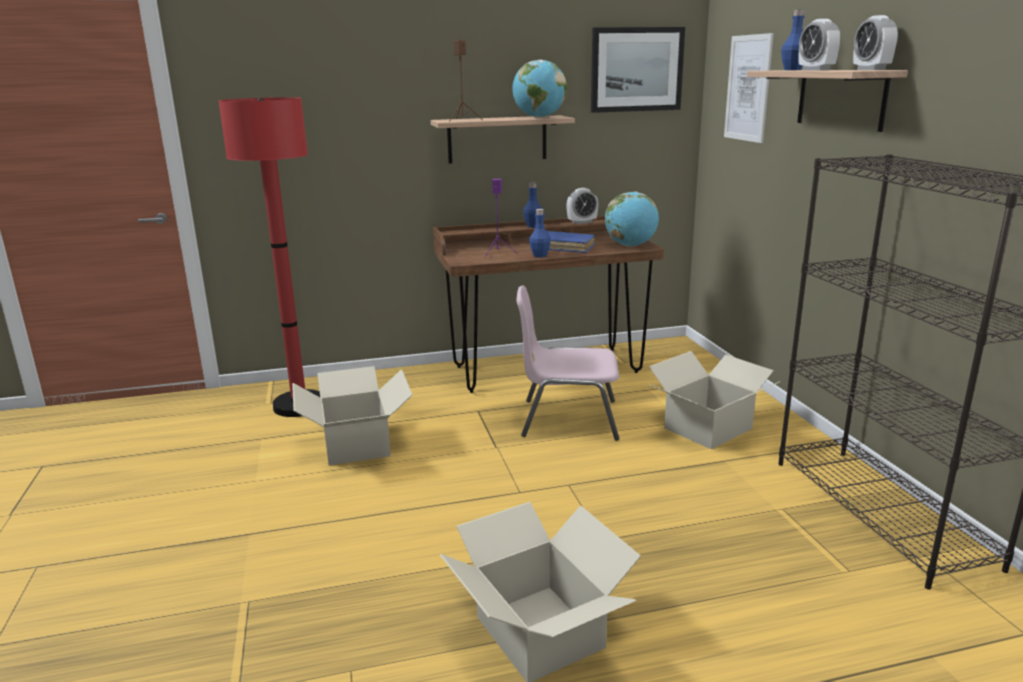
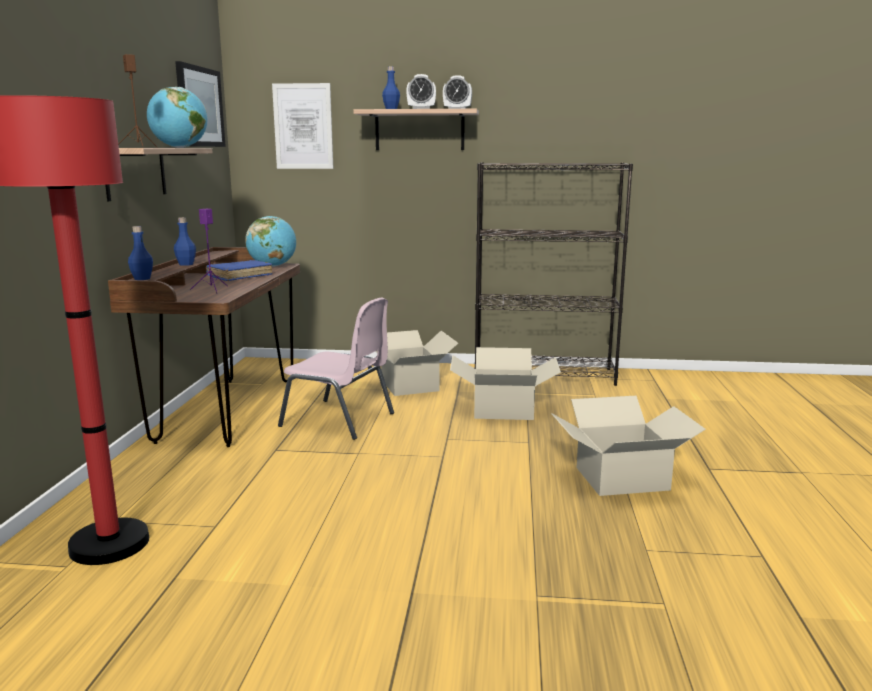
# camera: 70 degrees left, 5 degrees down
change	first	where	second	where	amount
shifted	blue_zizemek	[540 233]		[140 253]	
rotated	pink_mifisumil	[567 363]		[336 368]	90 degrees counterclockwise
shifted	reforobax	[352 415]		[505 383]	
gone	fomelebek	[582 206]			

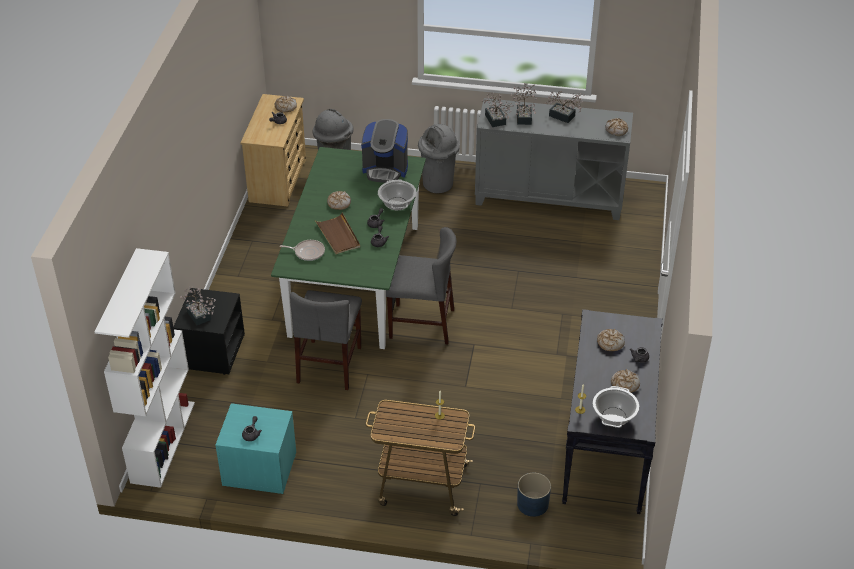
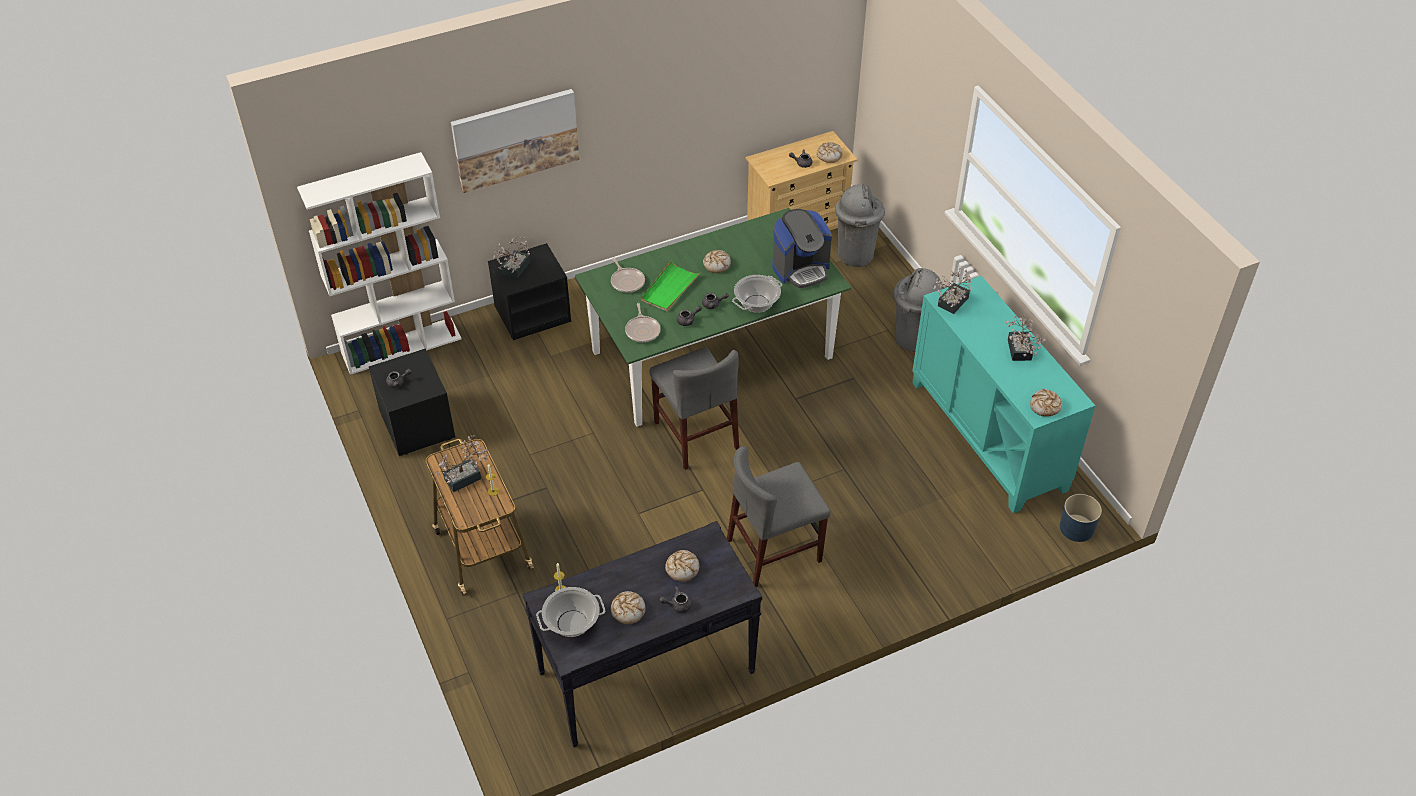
# camera: 55 degrees right, 5 degrees up
change	first	where	second	where	amount
repainted	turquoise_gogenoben	[255 448]	black_gogenoben	[412 402]	
shifted	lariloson	[524 104]		[462 463]	
new			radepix	[515 141]	
new			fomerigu	[643 323]	
repainted	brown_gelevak	[337 233]	green_gelevak	[671 286]	
shifted	grey_mifisumil	[326 340]		[779 516]	
rotated	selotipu	[384 151]		[802 248]	90 degrees counterclockwise
repainted	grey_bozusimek	[554 159]	turquoise_bozusimek	[1003 394]	
shifted	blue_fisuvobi	[534 495]		[1081 518]	

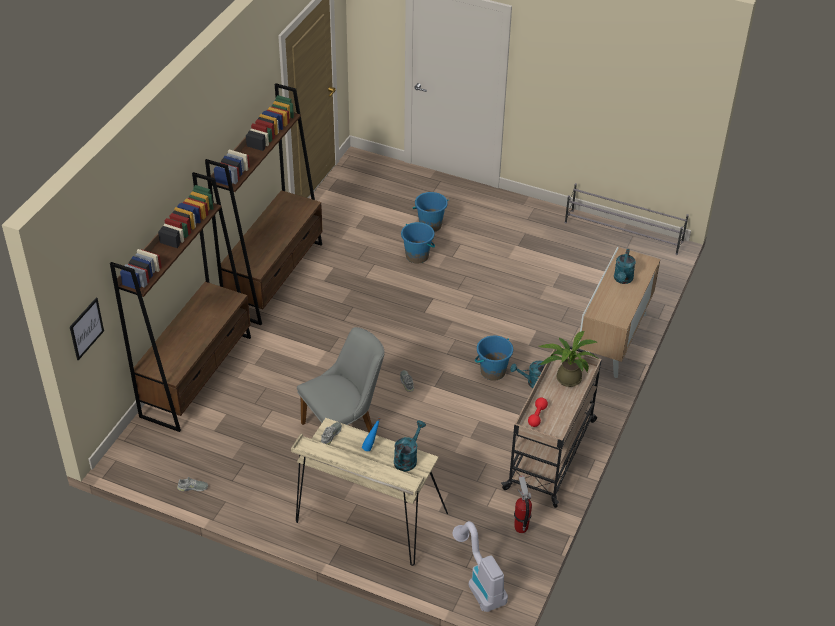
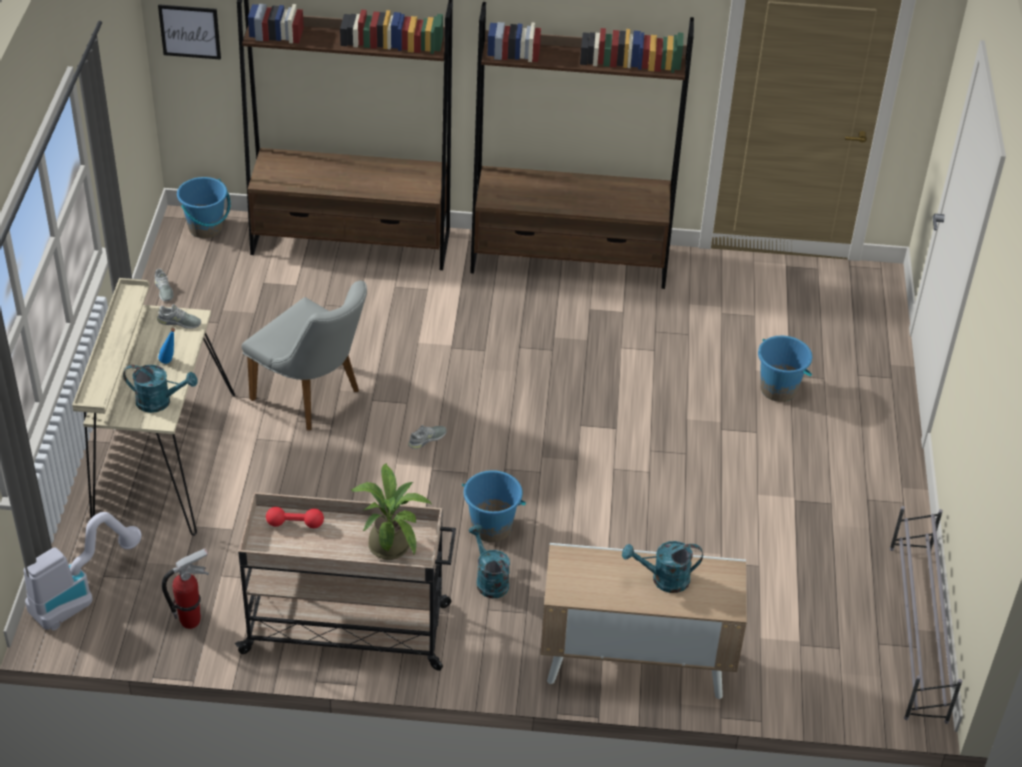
# camera: 70 degrees right, 0 degrees up
change	first	where	second	where	amount
shifted	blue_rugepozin	[418 243]		[204 207]	

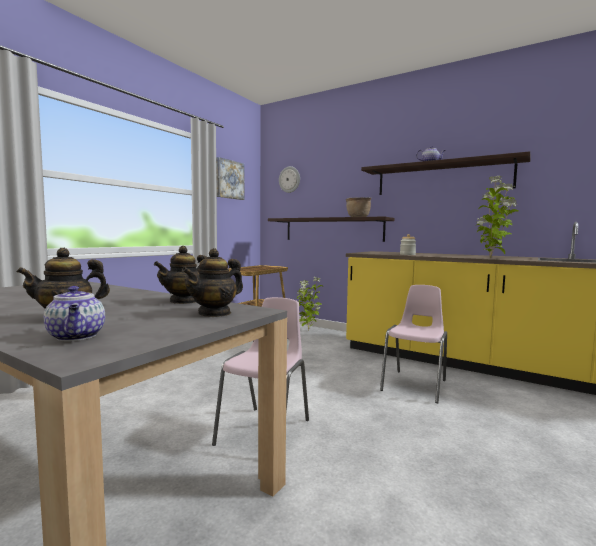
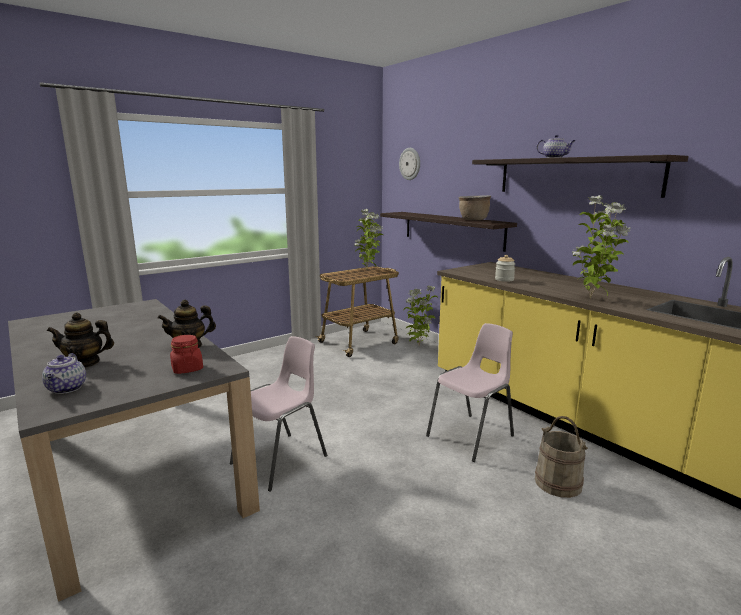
# camera: 20 degrees right, 10 degrees up
change	first	where	second	where	amount
swapped	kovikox	[212 282]	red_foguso	[186 354]	
new			lariloson	[368 240]	
new			beige_rugepozin	[561 457]	
gone	radepix	[230 178]			

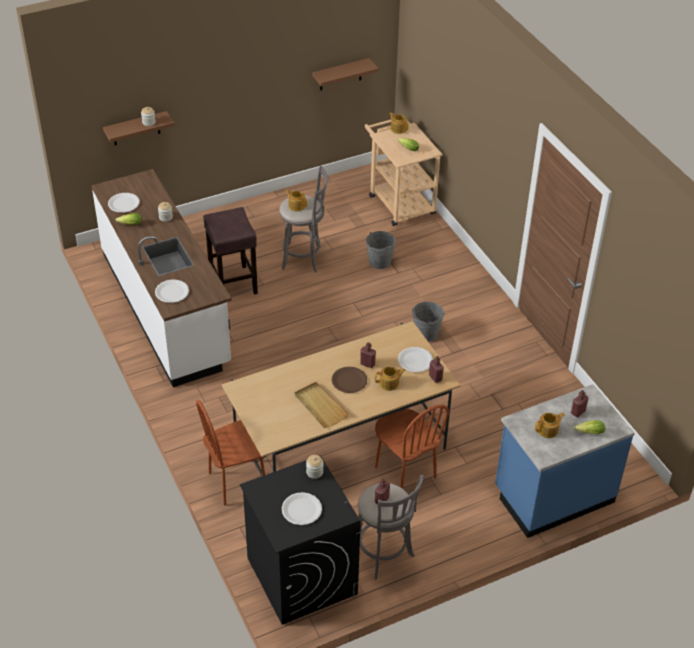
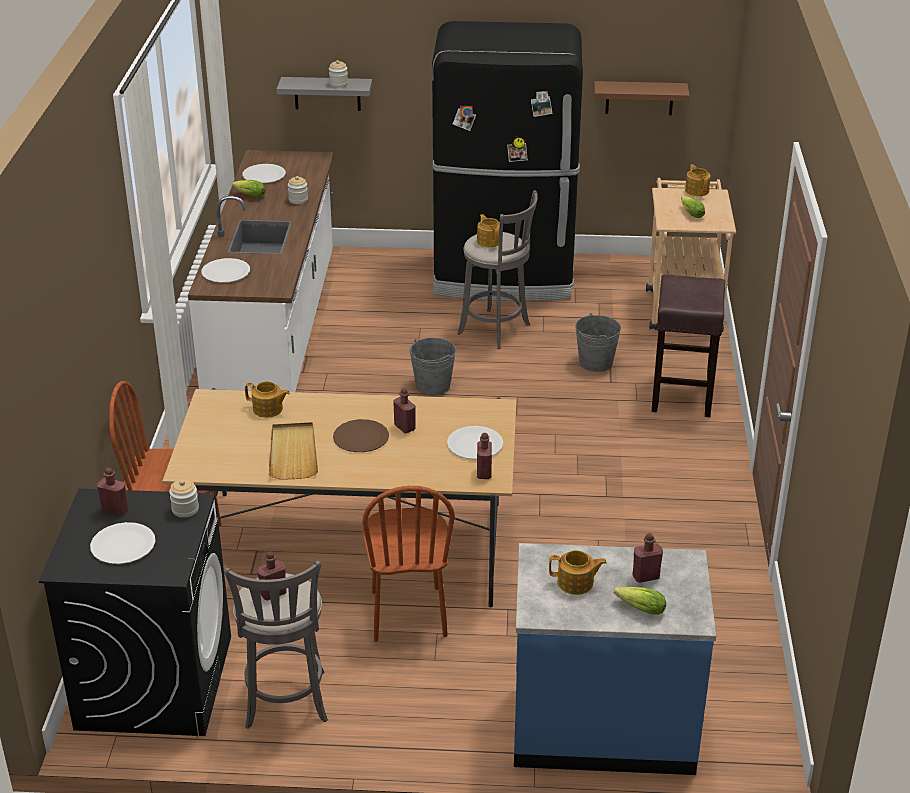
# camera: 30 degrees right, 10 degrees down
change	first	where	second	where	amount
new			red_zizemek	[112 492]	
shifted	kovikox	[390 378]		[267 399]	
repainted	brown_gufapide	[139 128]	grey_gufapide	[324 94]	
shifted	grey_rugepozin	[428 322]		[432 367]	
new			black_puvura	[507 161]	
shifted	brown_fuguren	[230 251]		[688 345]	

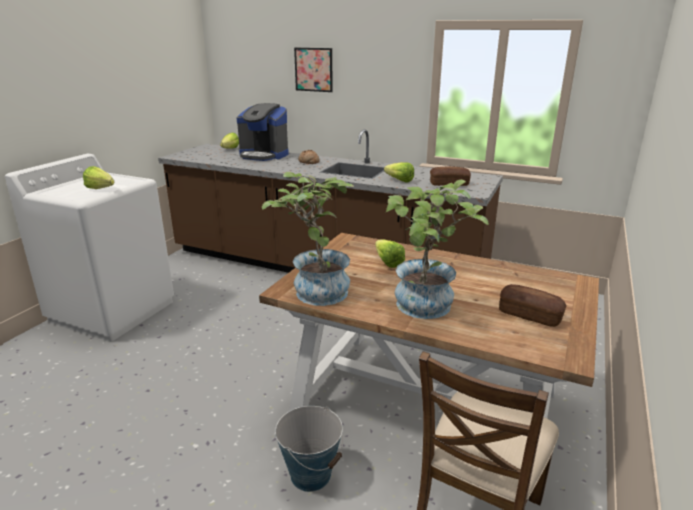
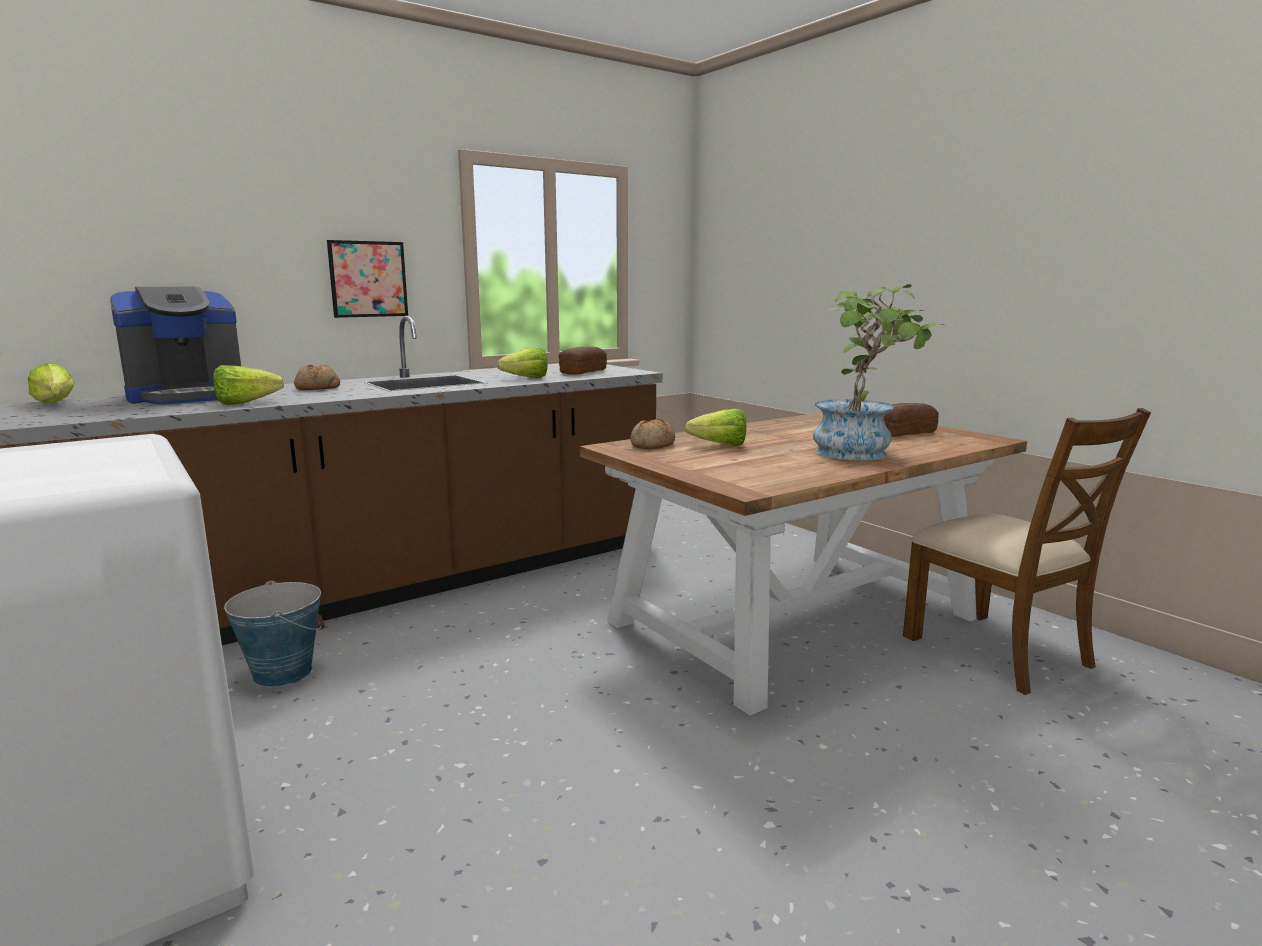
# camera: 60 degrees left, 10 degrees down
change	first	where	second	where	amount
shifted	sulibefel	[98 177]		[248 385]	
shifted	rugepozin	[309 449]		[274 634]	
shifted	radepix	[313 70]		[367 279]	
new			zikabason	[652 434]	
gone	lariloson	[308 239]			

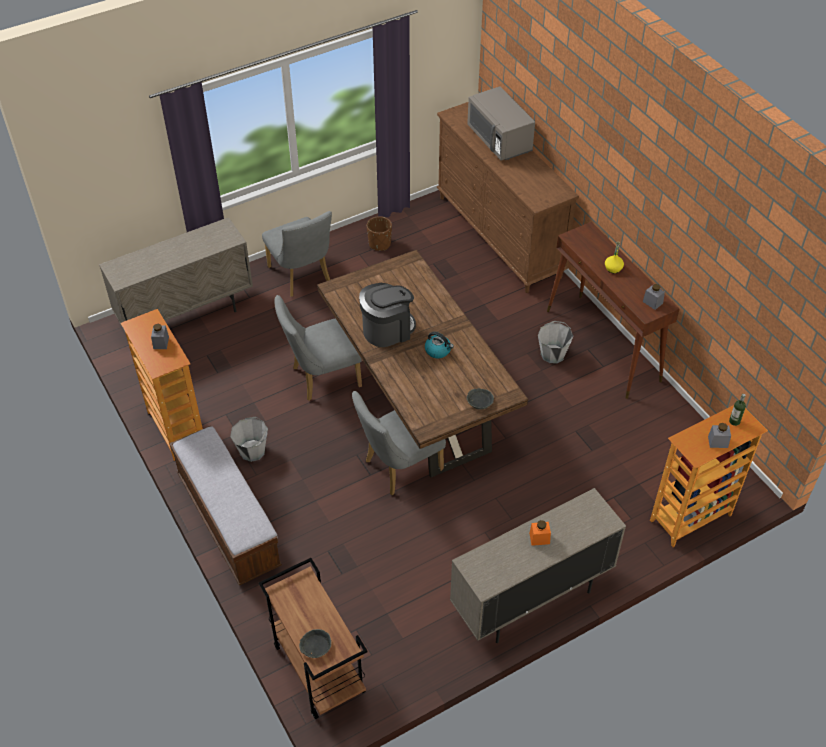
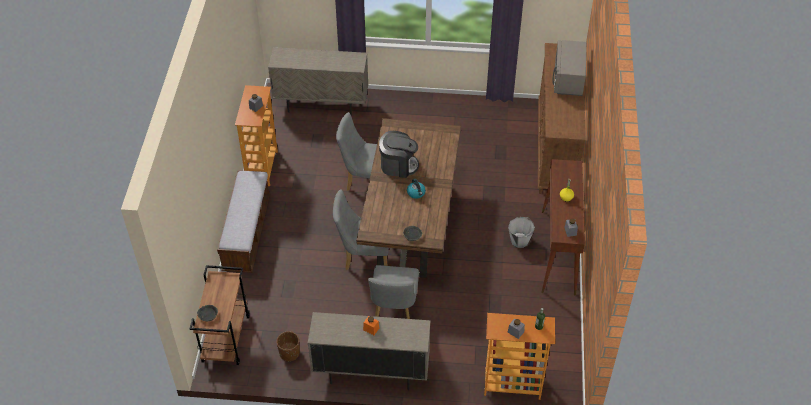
# camera: 35 degrees right, 0 degrees up
change	first	where	second	where	amount
shifted	brown_fisuvobi	[379 233]		[288 346]	
shifted	grey_mifisumil	[297 254]		[393 292]	
gone	grey_rugepozin	[249 439]			

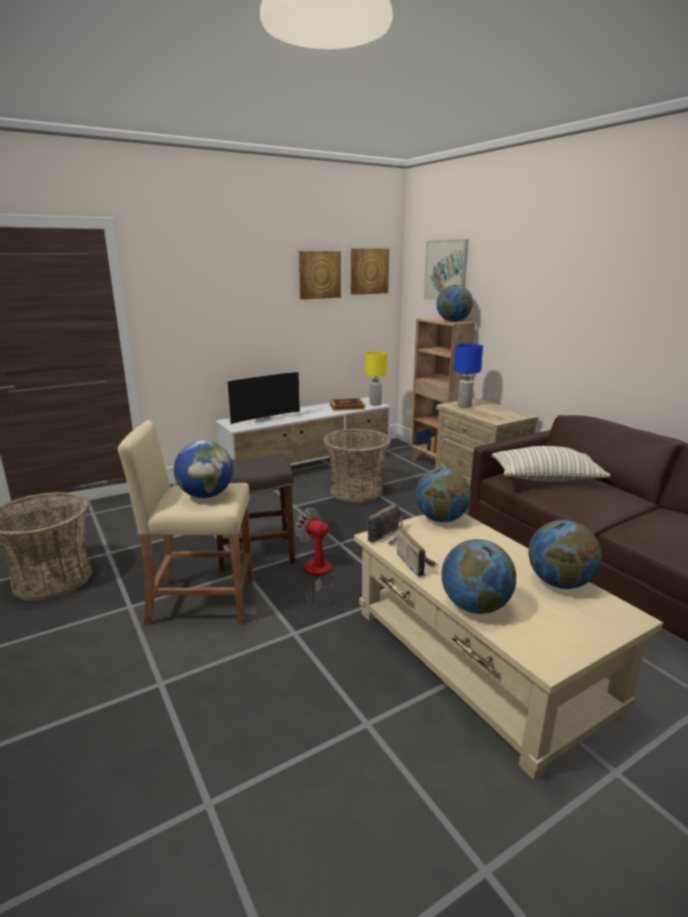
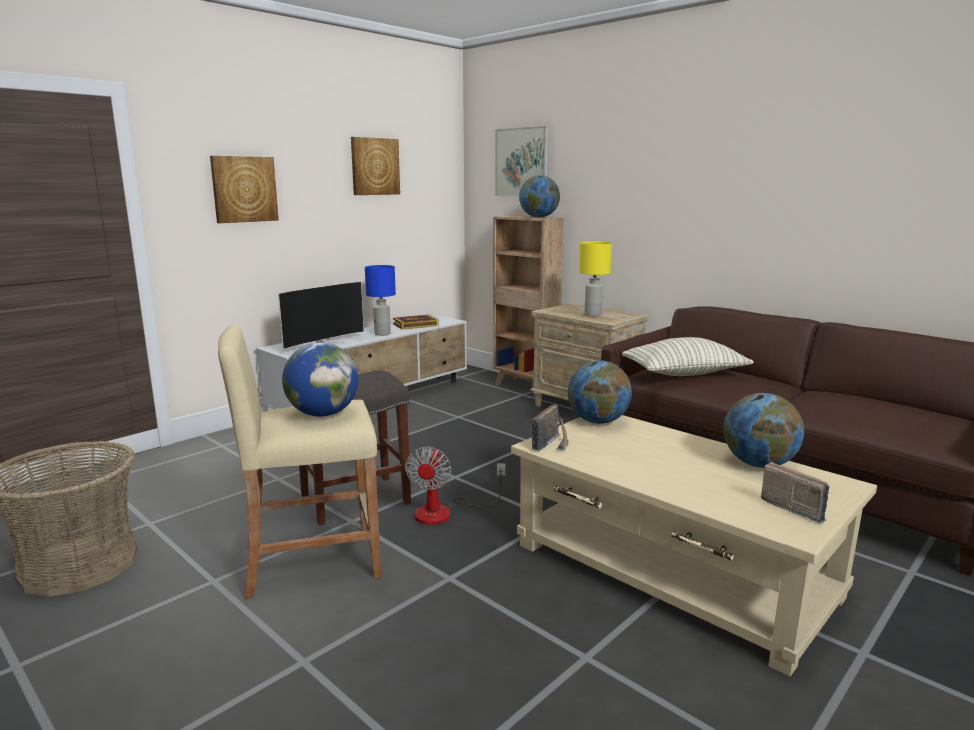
# camera: 15 degrees left, 5 degrees down
change	first	where	second	where	amount
shifted	radepix	[370 271]		[244 189]	
shifted	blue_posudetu	[468 375]		[380 300]	
rotated	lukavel	[314 555]		[455 485]	105 degrees counterclockwise
shifted	yellow_posudetu	[376 378]		[595 279]	
shifted	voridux	[417 552]		[795 492]	
gone	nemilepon	[357 465]			
gone	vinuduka	[478 576]			

